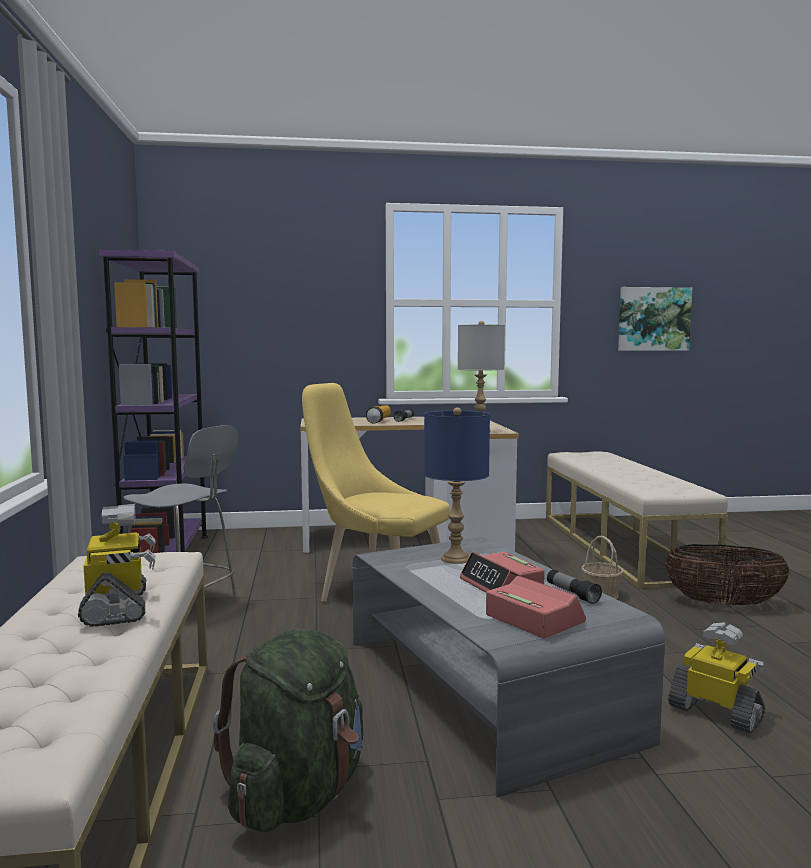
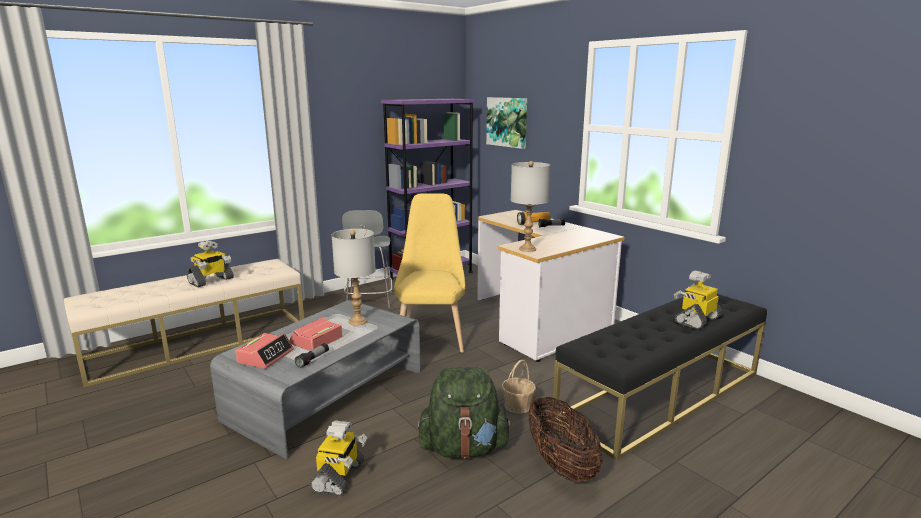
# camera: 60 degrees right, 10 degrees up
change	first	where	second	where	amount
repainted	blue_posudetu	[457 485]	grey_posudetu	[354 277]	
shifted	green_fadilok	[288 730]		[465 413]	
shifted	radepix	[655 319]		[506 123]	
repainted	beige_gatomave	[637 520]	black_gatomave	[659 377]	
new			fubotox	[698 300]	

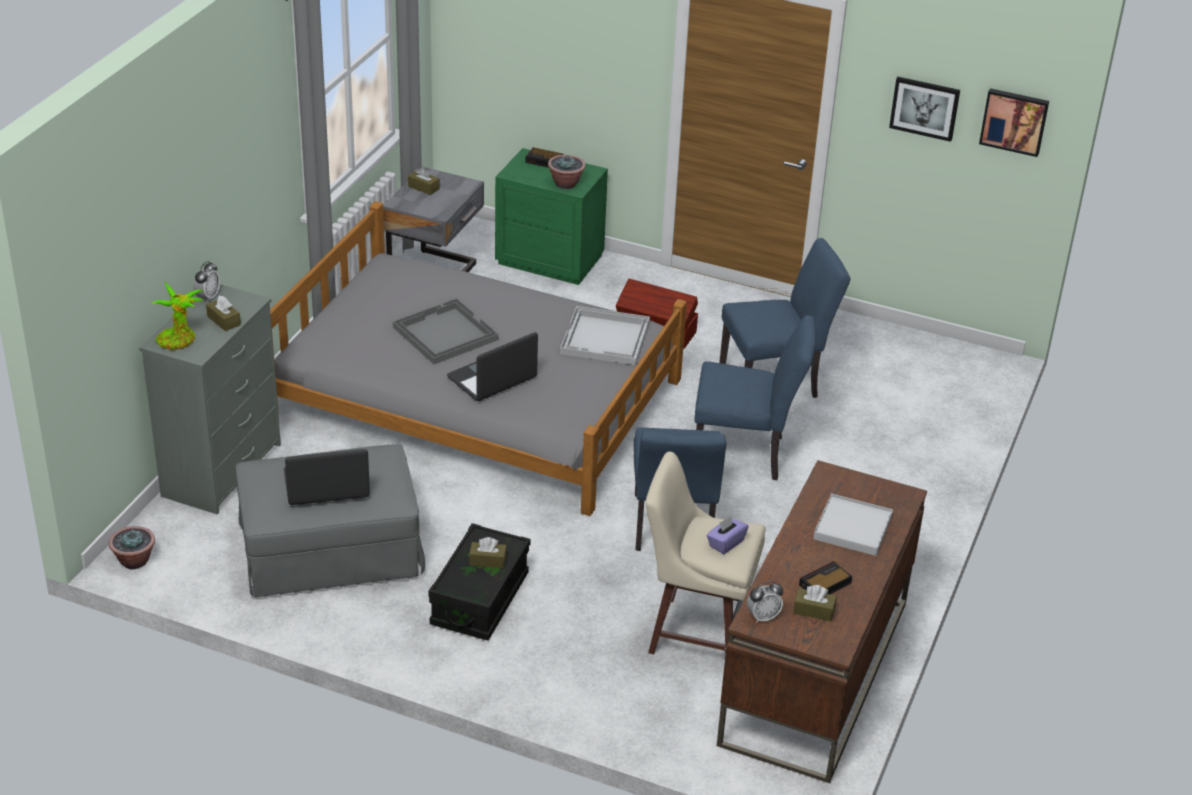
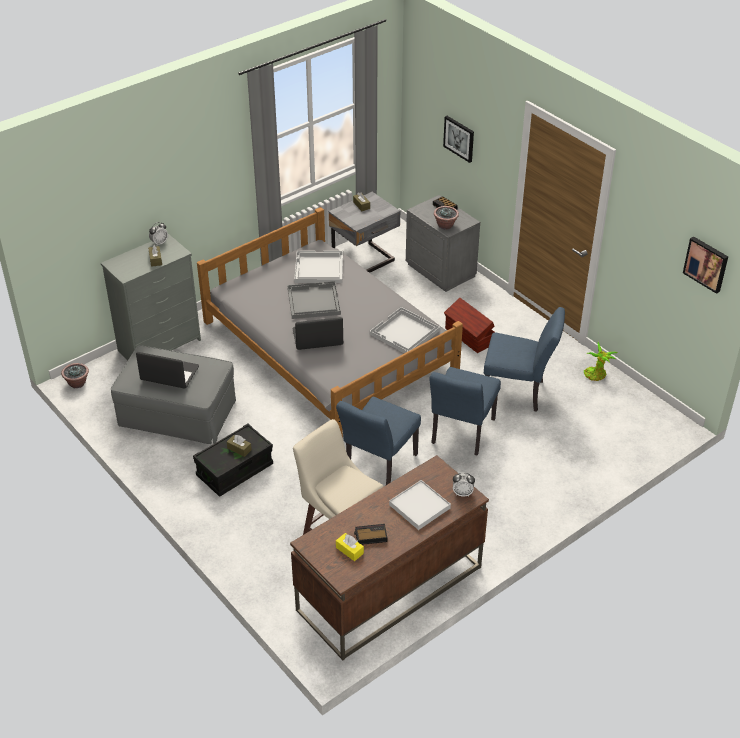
# camera: 30 degrees right, 5 degrees up
change	first	where	second	where	amount
new			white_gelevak	[318 267]	
repainted	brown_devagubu	[815 603]	yellow_devagubu	[350 547]	
repainted	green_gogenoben	[551 216]	grey_gogenoben	[443 243]	
rotated	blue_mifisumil	[755 397]		[465 411]	75 degrees clockwise
shifted	radepix	[924 109]		[458 139]	
shifted	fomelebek	[765 602]		[464 485]	
shifted	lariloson	[178 316]		[600 361]	
gone	purple_devagubu	[727 535]			

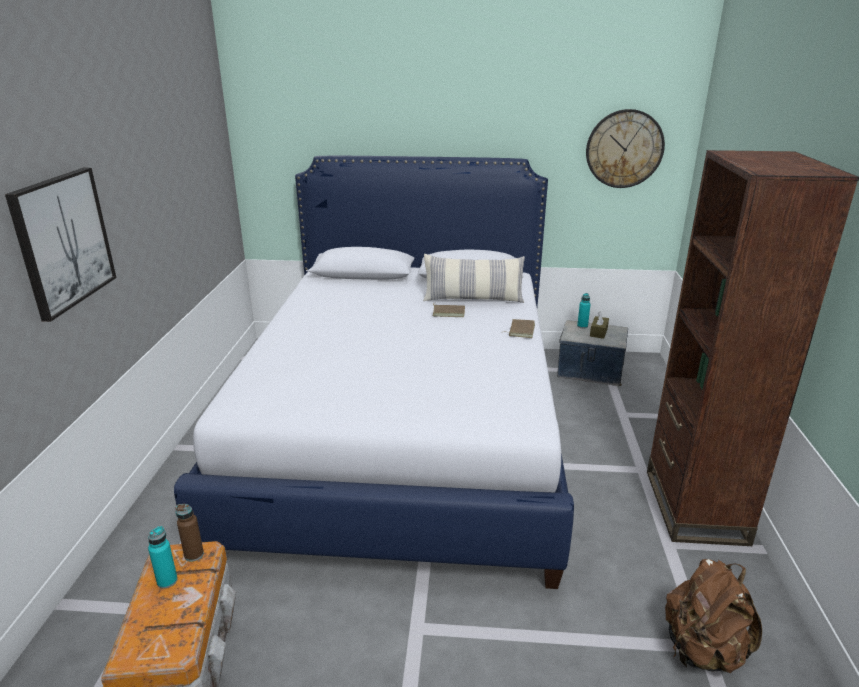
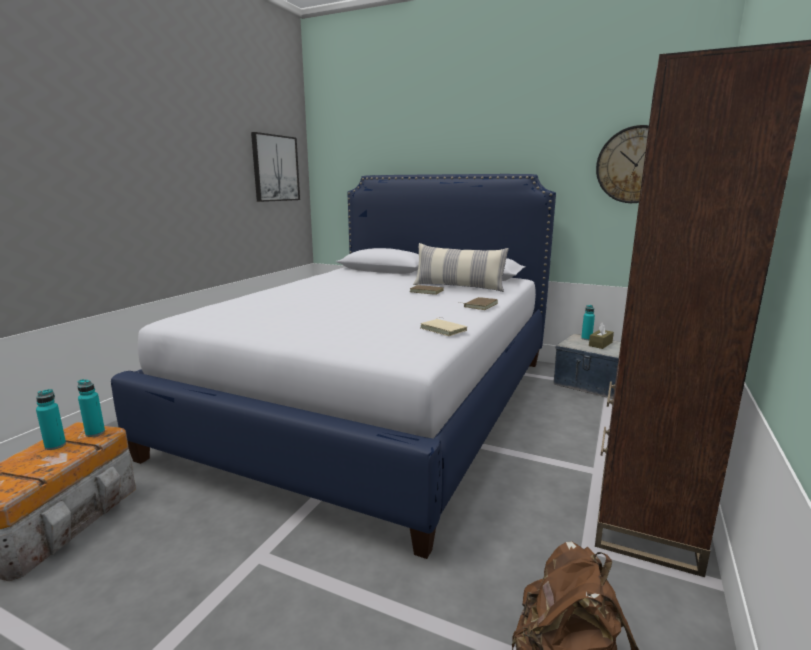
# camera: 20 degrees right, 10 degrees down
change	first	where	second	where	amount
repainted	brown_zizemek	[190 533]	turquoise_zizemek	[91 408]	
shifted	radepix	[60 245]		[275 167]	
new			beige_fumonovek	[443 327]	

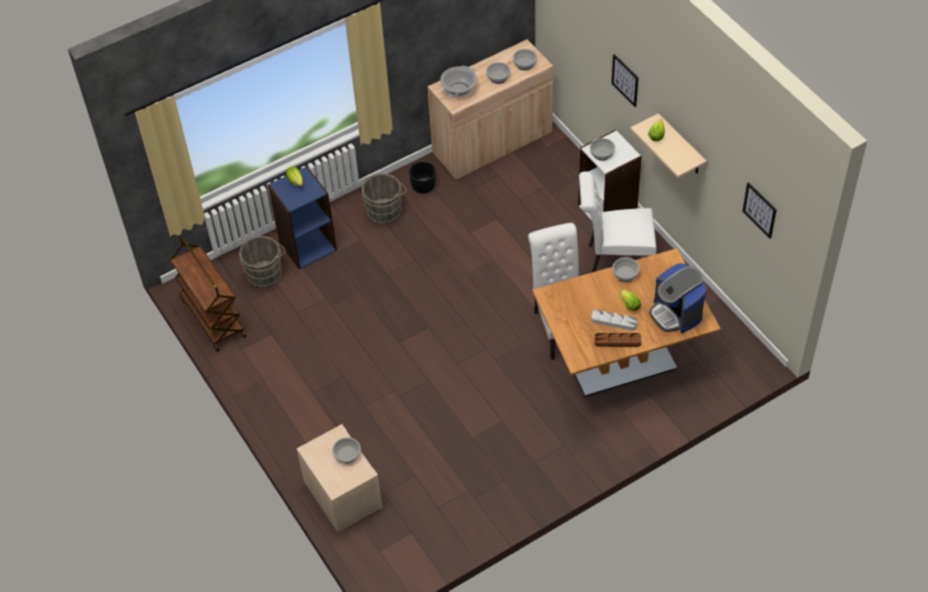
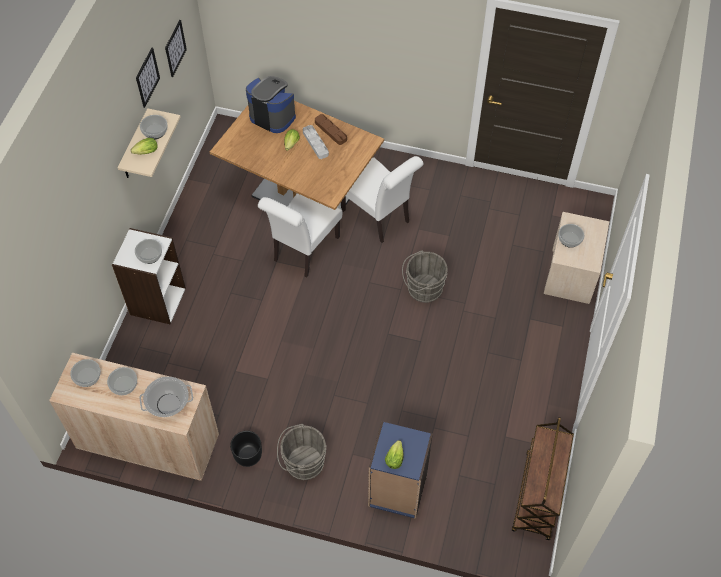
# camera: 135 degrees left, 5 degrees up
change	first	where	second	where	amount
shifted	radepix	[624 80]		[148 78]	
shifted	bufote	[626 270]		[154 127]	
rotated	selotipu	[677 298]		[271 104]	75 degrees counterclockwise
shifted	white_mifisumil	[618 222]		[382 199]	
shifted	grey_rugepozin	[262 262]		[425 276]	

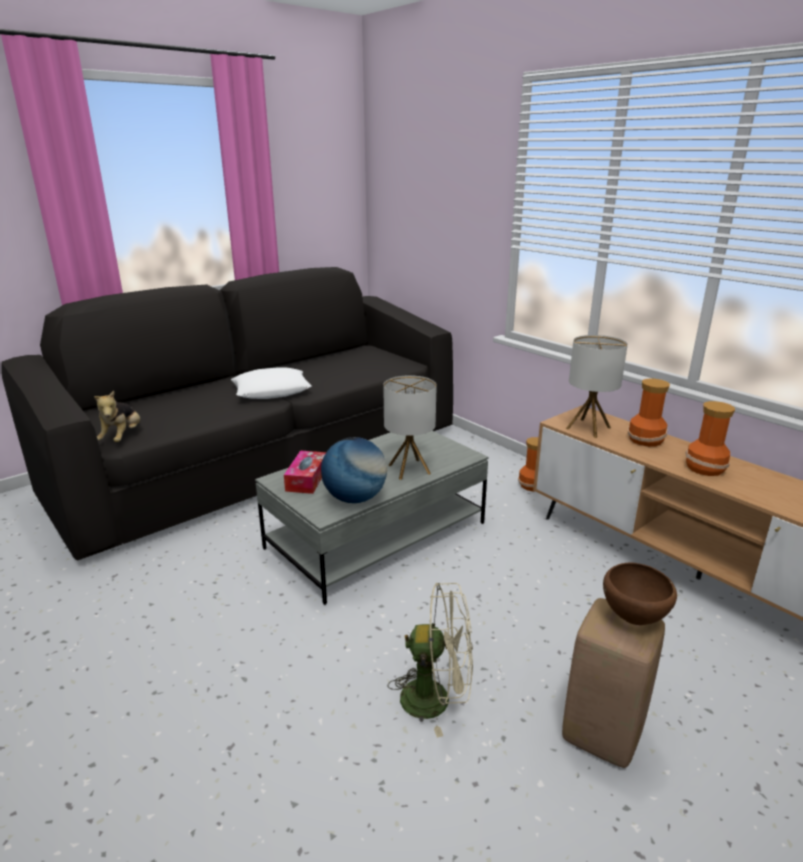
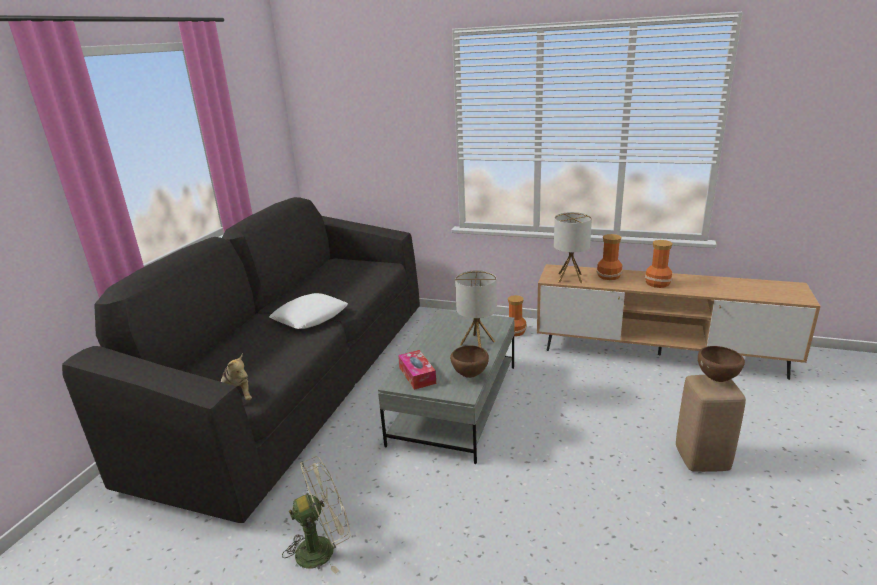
# camera: 30 degrees left, 0 degrees up
change	first	where	second	where	amount
shifted	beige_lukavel	[430 660]		[316 515]	
swapped	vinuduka	[354 470]	brown_bufote	[469 361]	

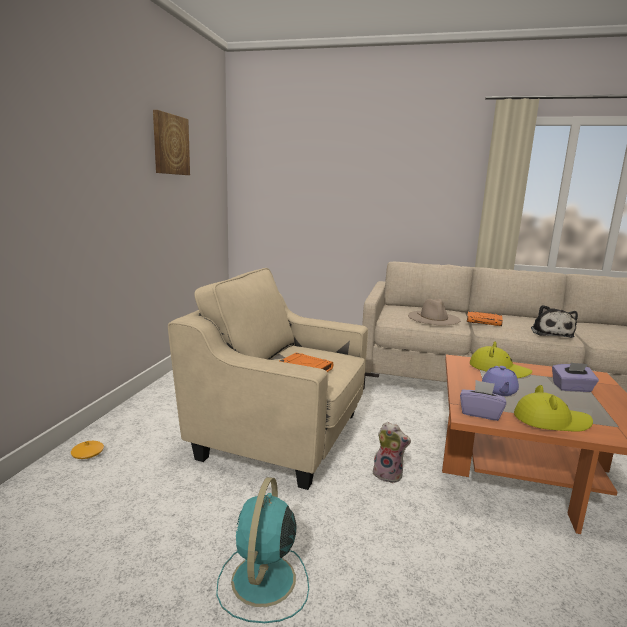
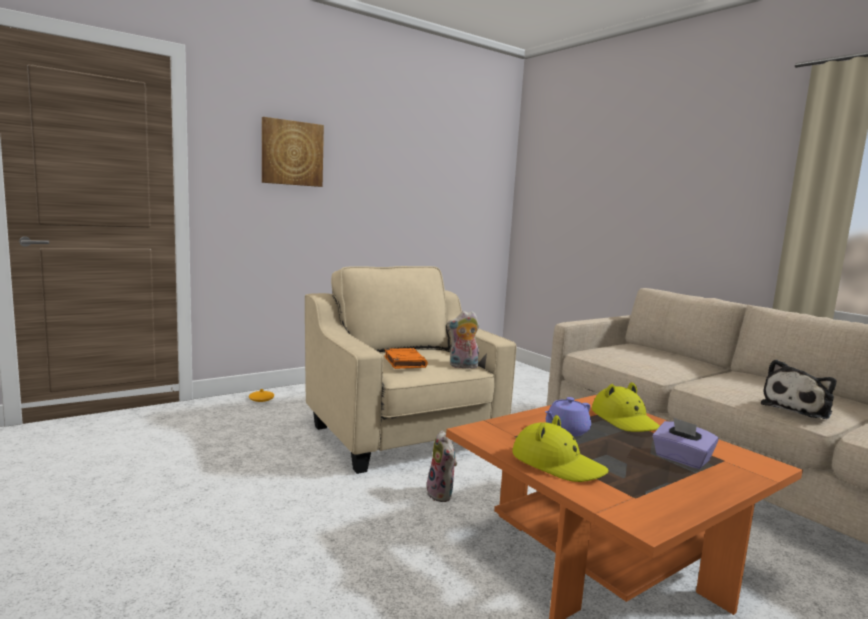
# camera: 40 degrees right, 5 degrees down
change	first	where	second	where	amount
shifted	radepix	[171 142]		[293 152]	
new			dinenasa	[463 340]	
gone	turquoise_lukavel	[262 550]			
gone	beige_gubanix	[434 312]			
gone	purple_devagubu	[483 400]			
gone	orange_fumonovek	[485 318]			

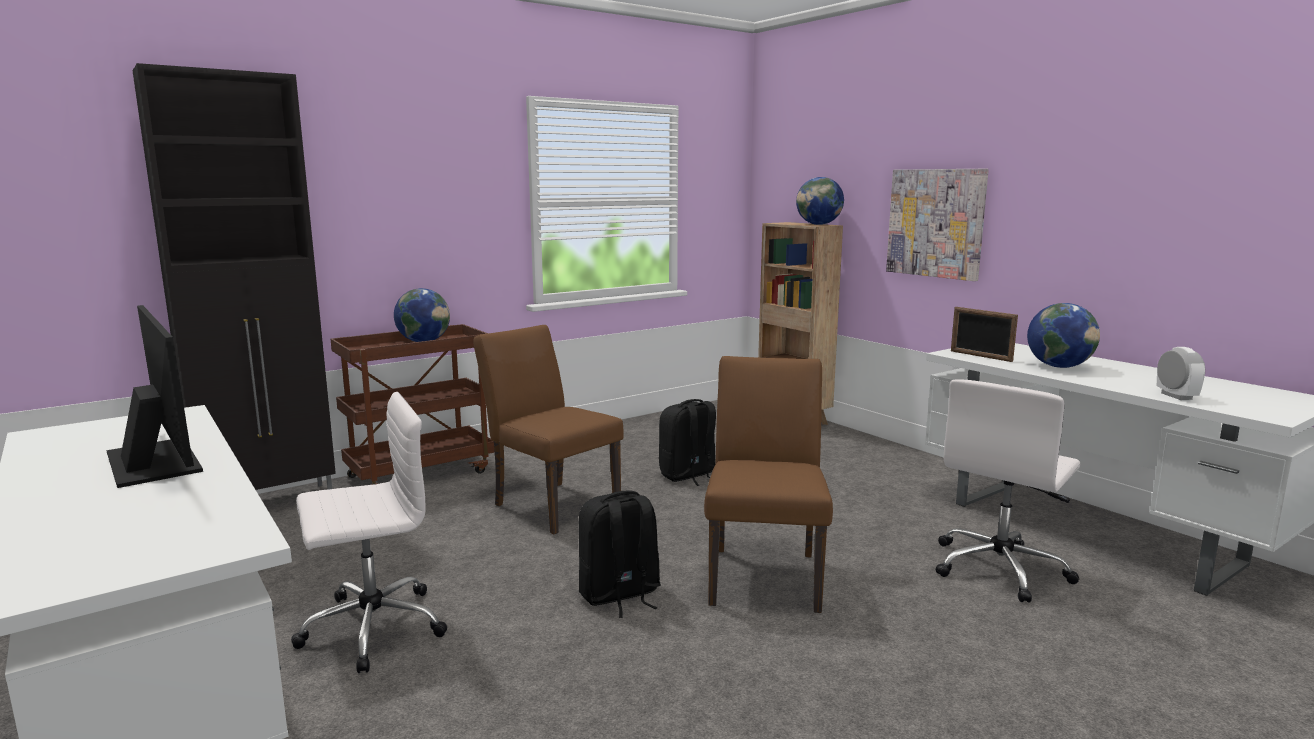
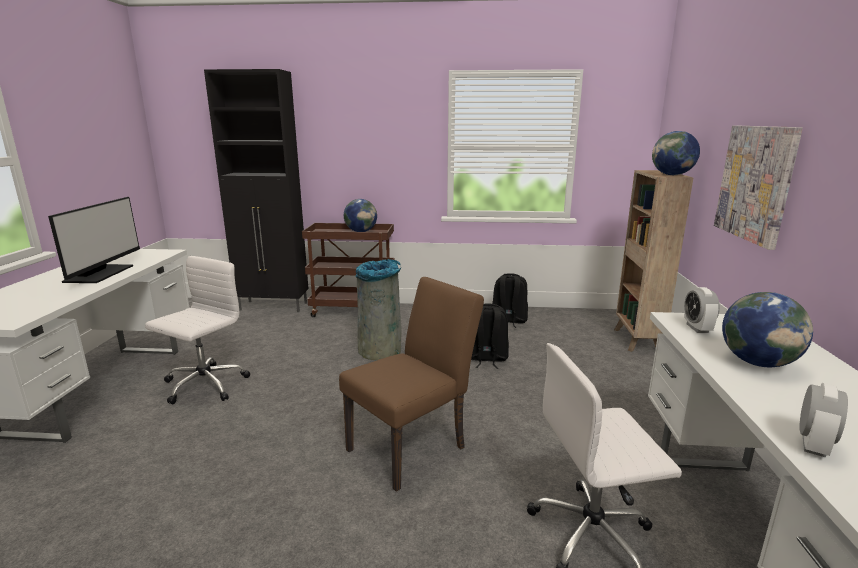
# camera: 40 degrees right, 5 degrees up
change	first	where	second	where	amount
rotated	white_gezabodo	[369 532]		[197 330]	75 degrees counterclockwise
swapped	brown_mifisumil	[548 430]	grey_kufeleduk	[378 309]	
shifted	black_fadilok	[620 554]		[510 300]	
swapped	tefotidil	[984 334]	fomelebek	[702 310]	

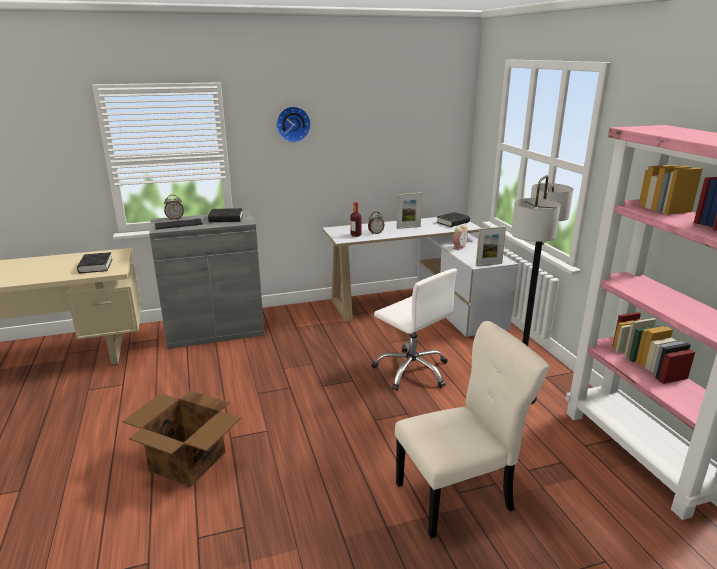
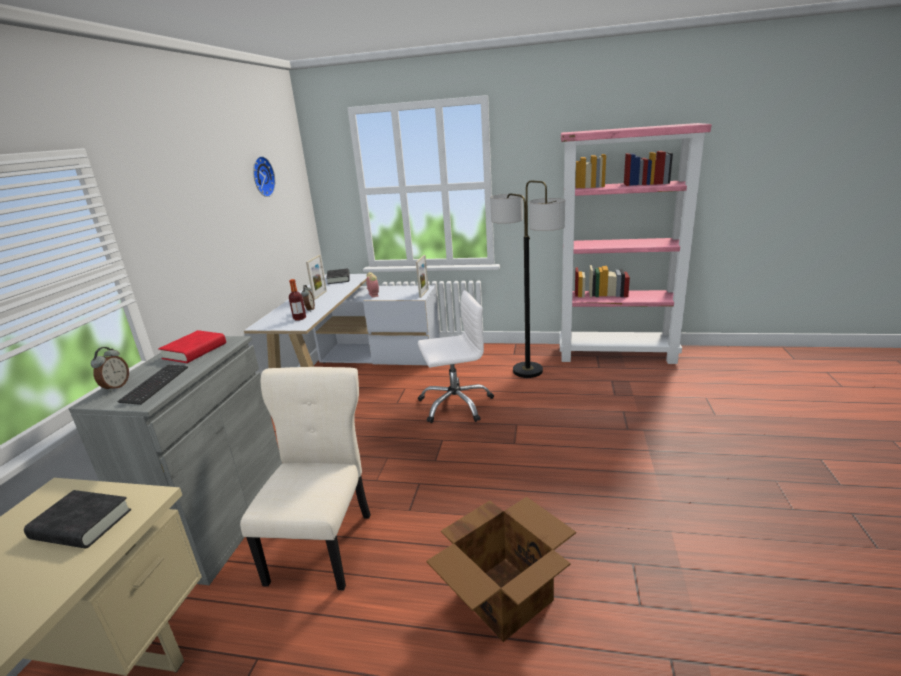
# camera: 60 degrees left, 0 degrees up
change	first	where	second	where	amount
repainted	black_fumonovek	[225 215]	red_fumonovek	[192 346]	
shifted	beige_mifisumil	[472 430]		[305 478]	
shifted	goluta	[293 124]		[264 176]	

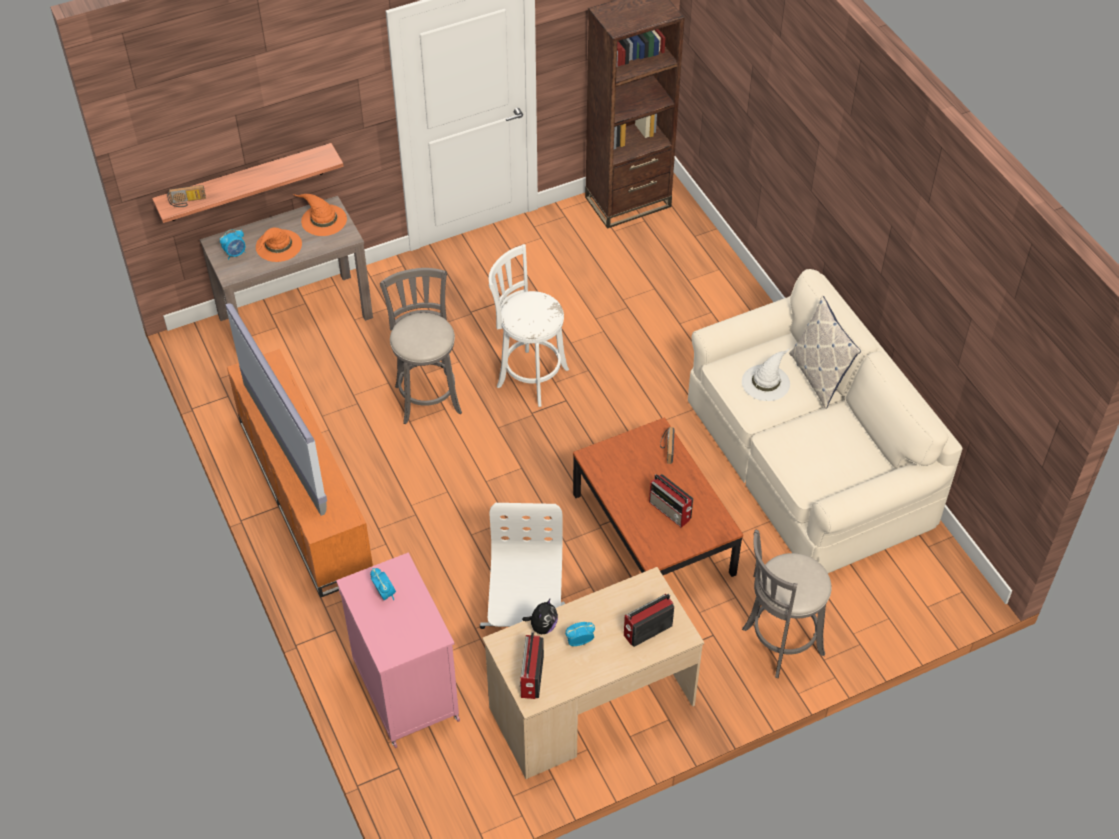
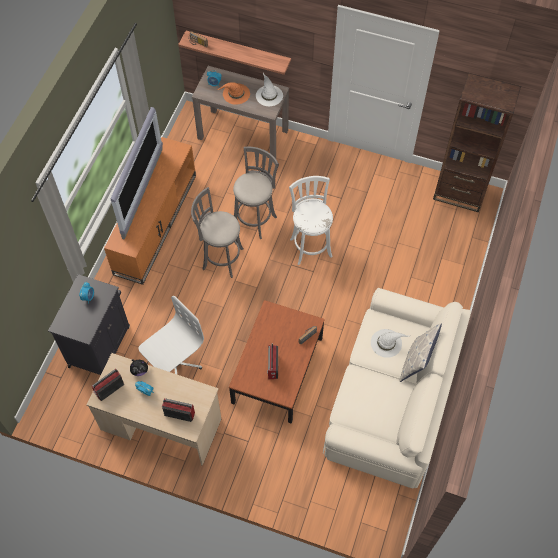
# camera: 45 degrees right, 10 degrees up
change	first	where	second	where	amount
repainted	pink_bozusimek	[398 650]	black_bozusimek	[89 324]	
shifted	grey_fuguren	[787 604]		[217 232]	
repainted	orange_gubanix	[320 215]	white_gubanix	[269 89]	

